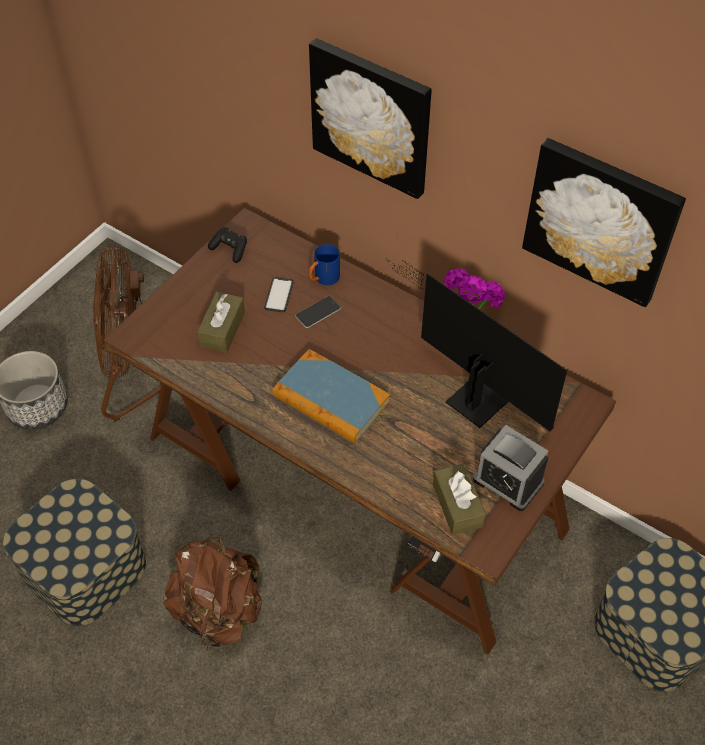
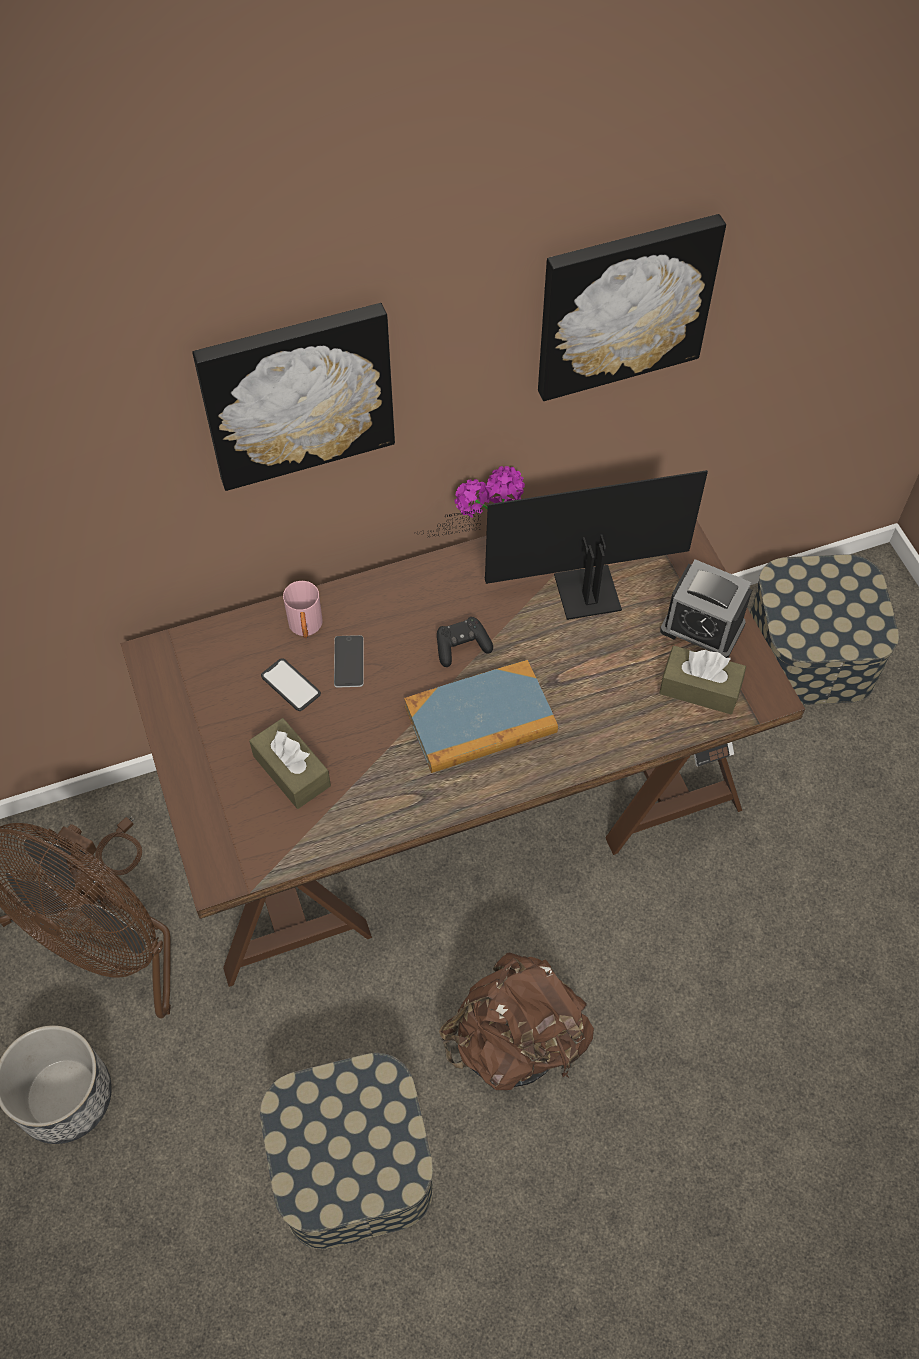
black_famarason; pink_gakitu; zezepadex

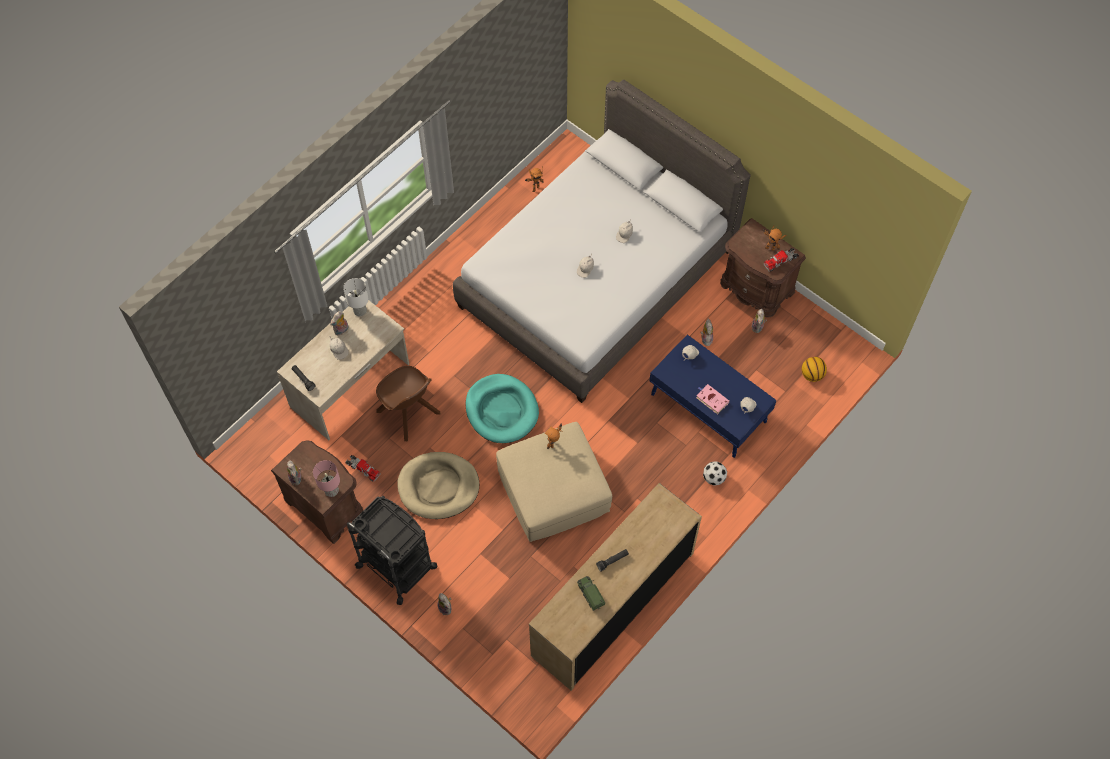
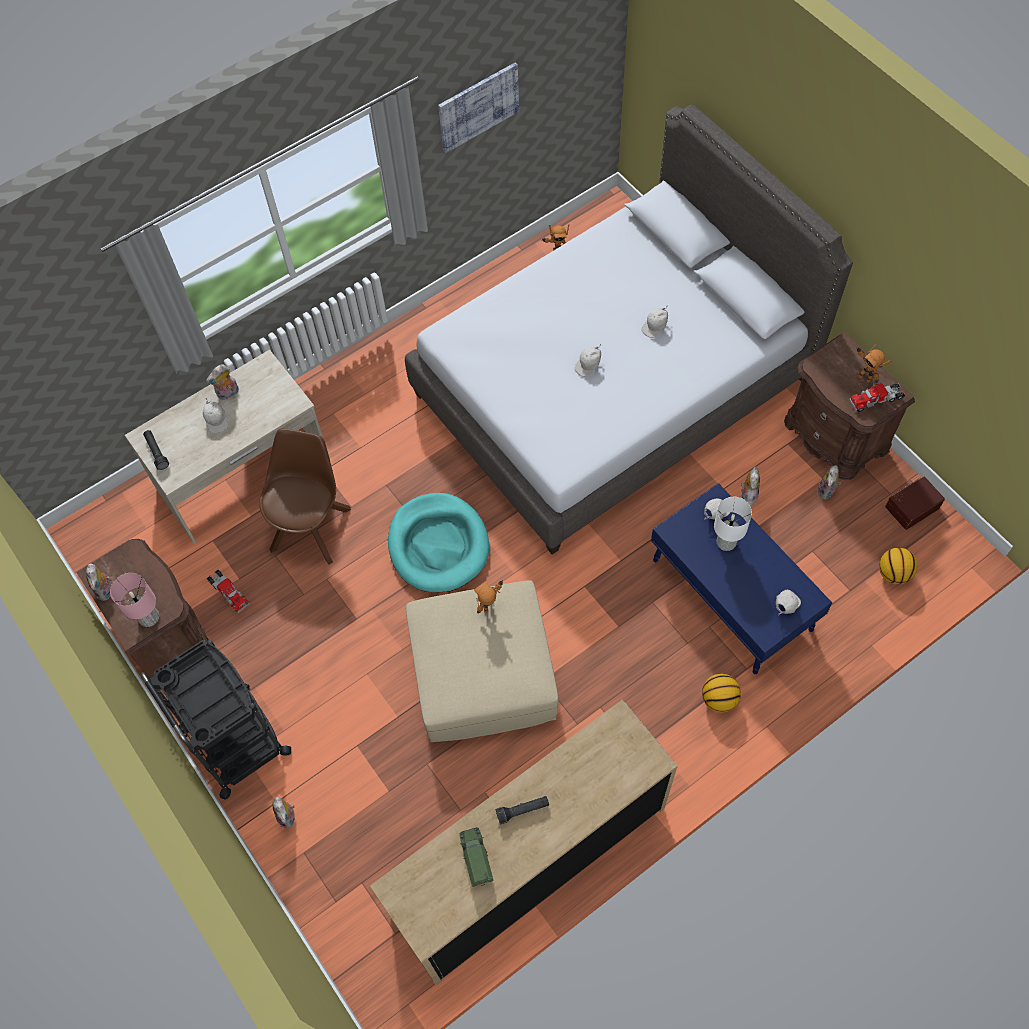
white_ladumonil; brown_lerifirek; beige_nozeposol; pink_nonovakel; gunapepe (no. 1 from left); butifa; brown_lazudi

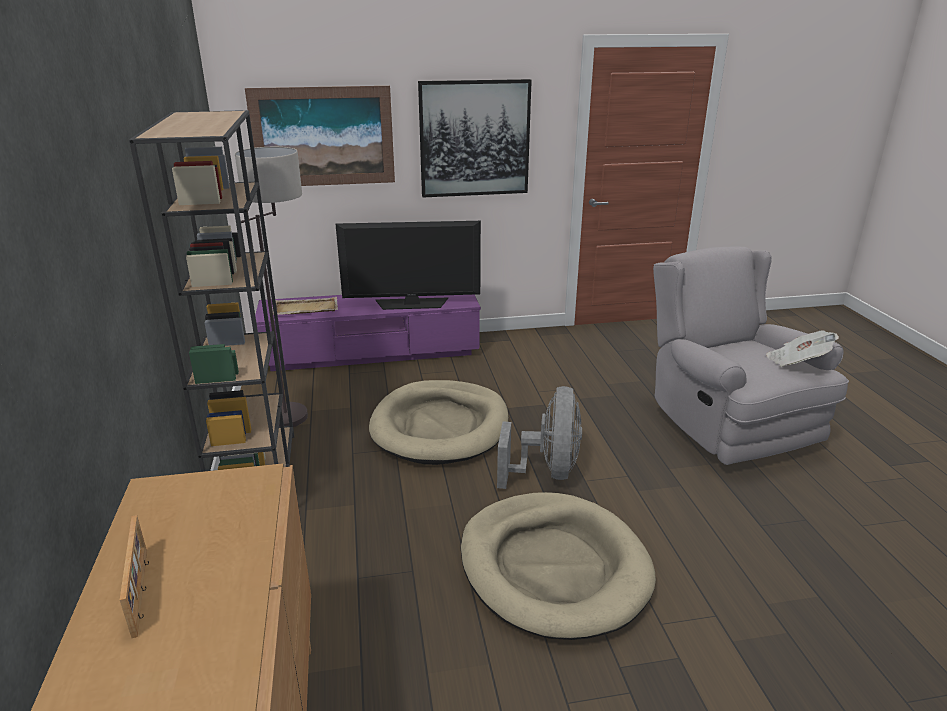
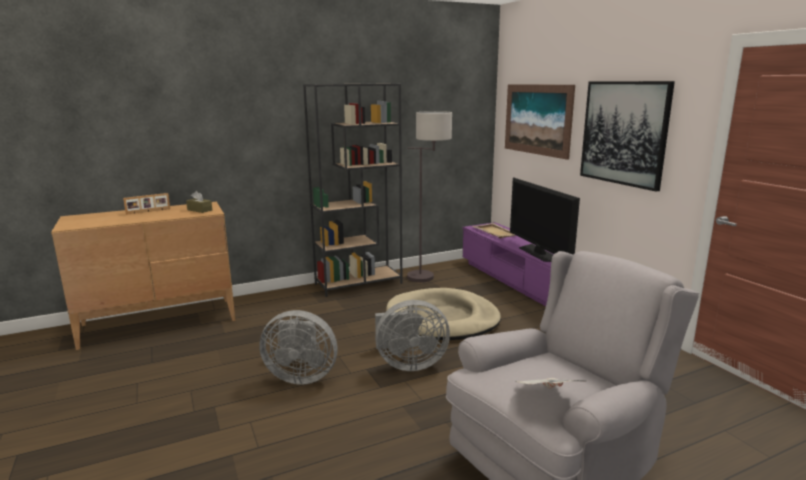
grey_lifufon (no. 1 from left); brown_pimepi

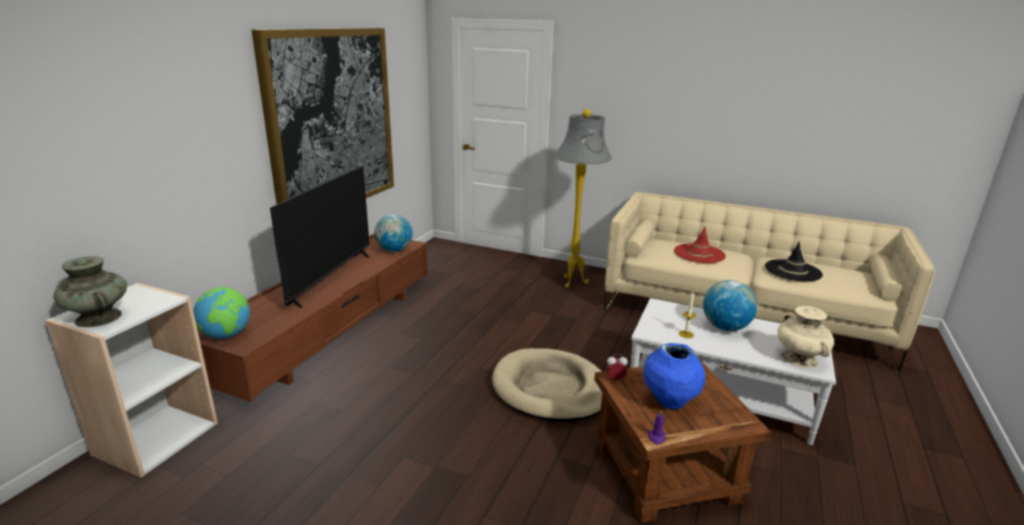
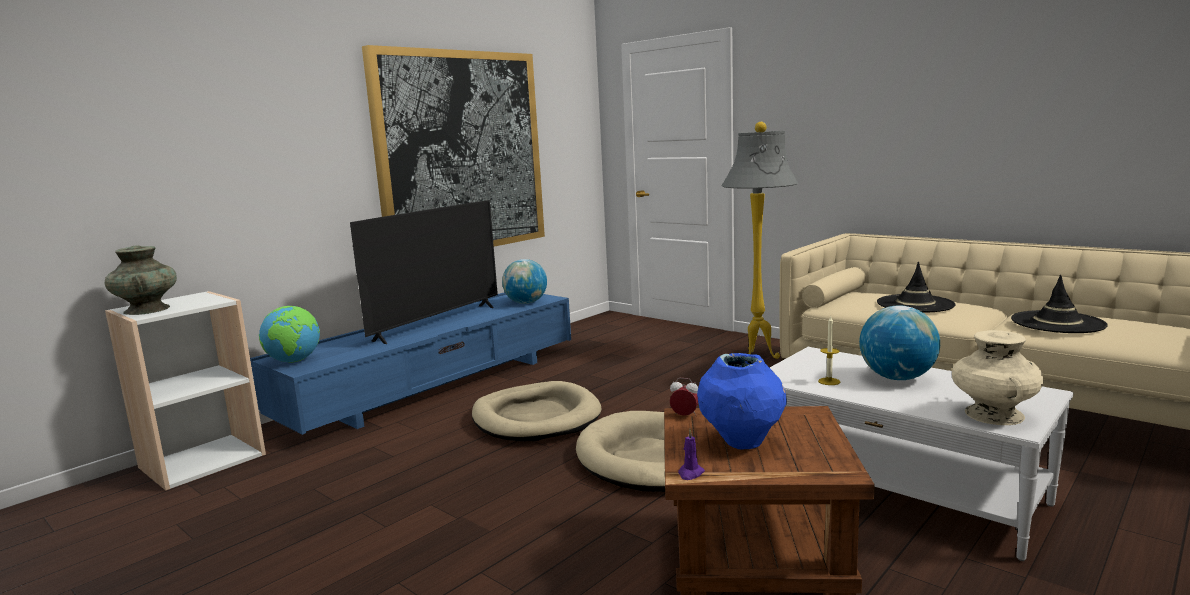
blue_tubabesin; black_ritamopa (no. 1 from left); beige_nozeposol (no. 1 from left)

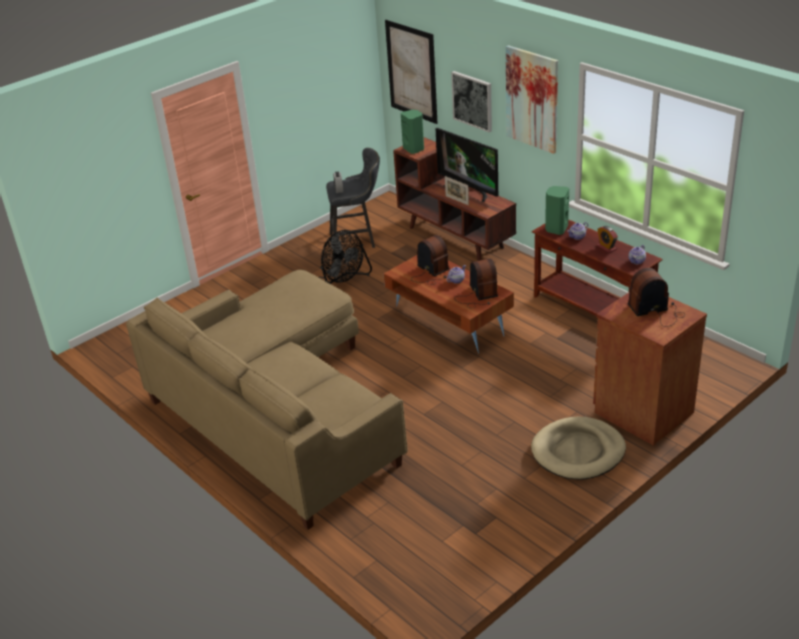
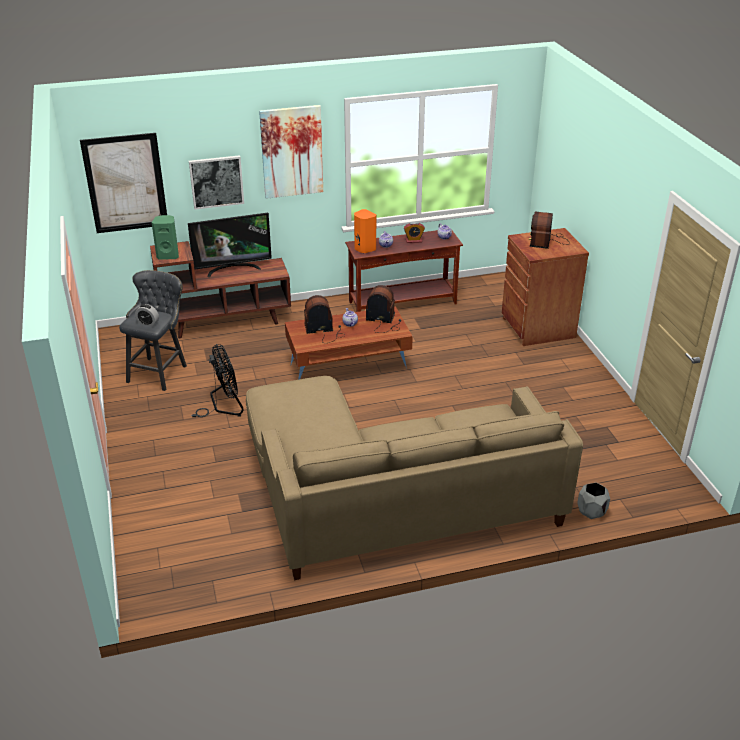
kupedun; beige_nozeposol; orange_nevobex; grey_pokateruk

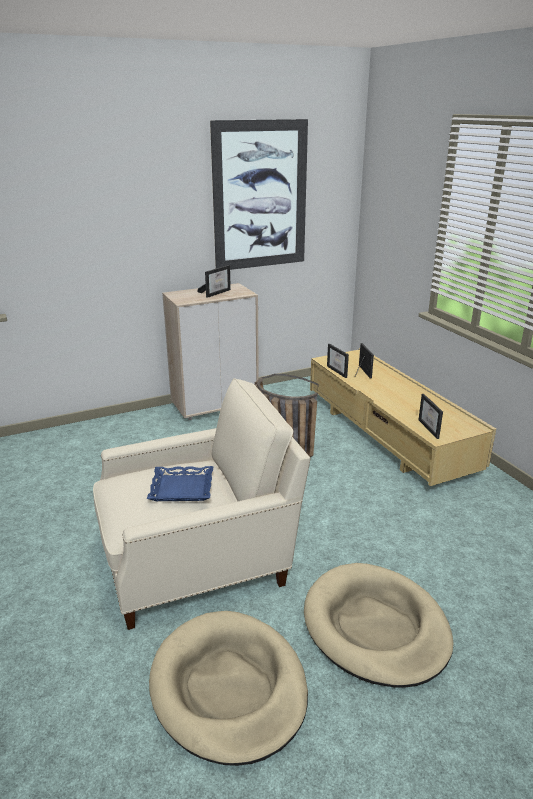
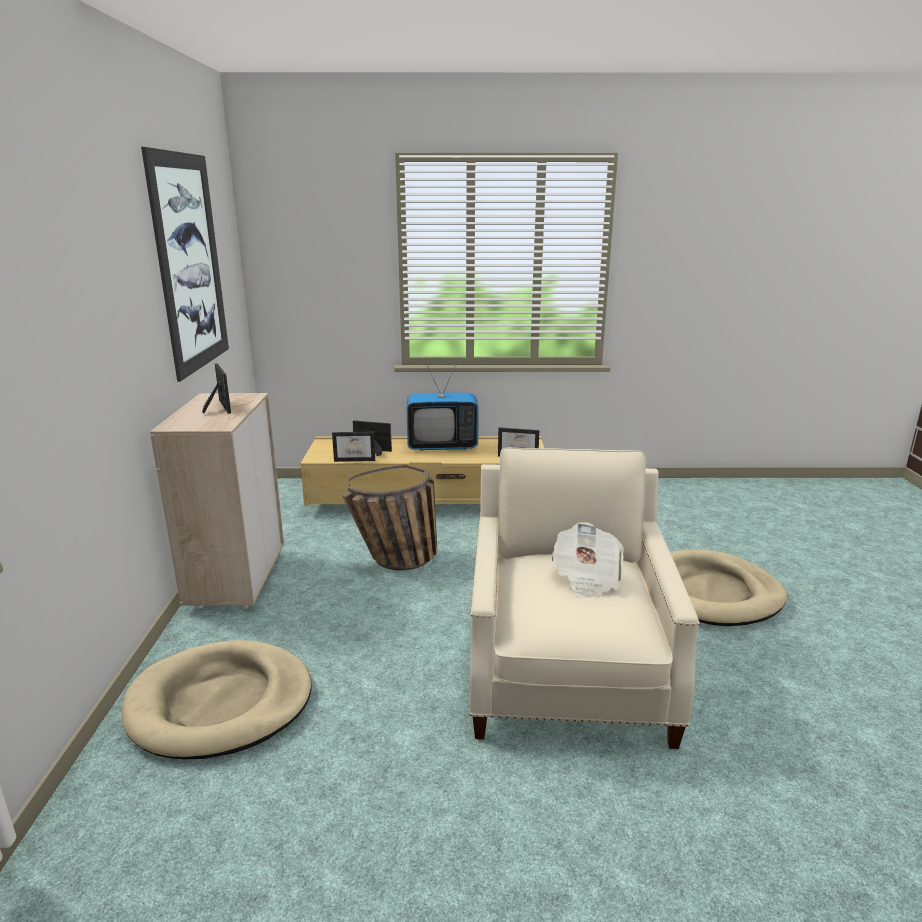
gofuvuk; beige_nozeposol (no. 1 from left); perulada

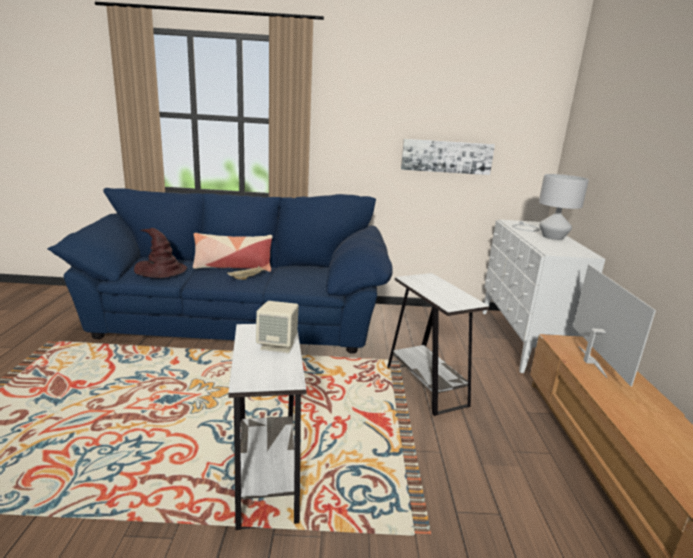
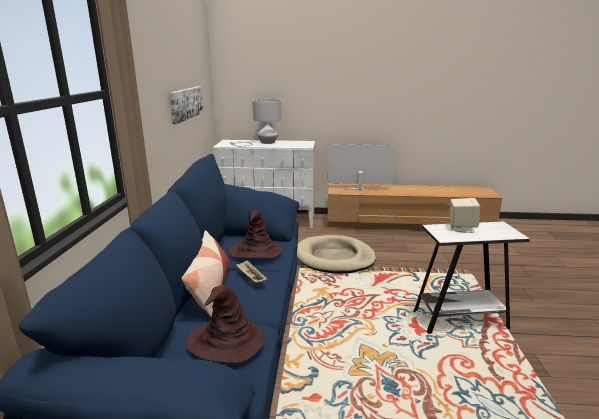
beige_nozeposol; brown_ritamopa (no. 2 from left)

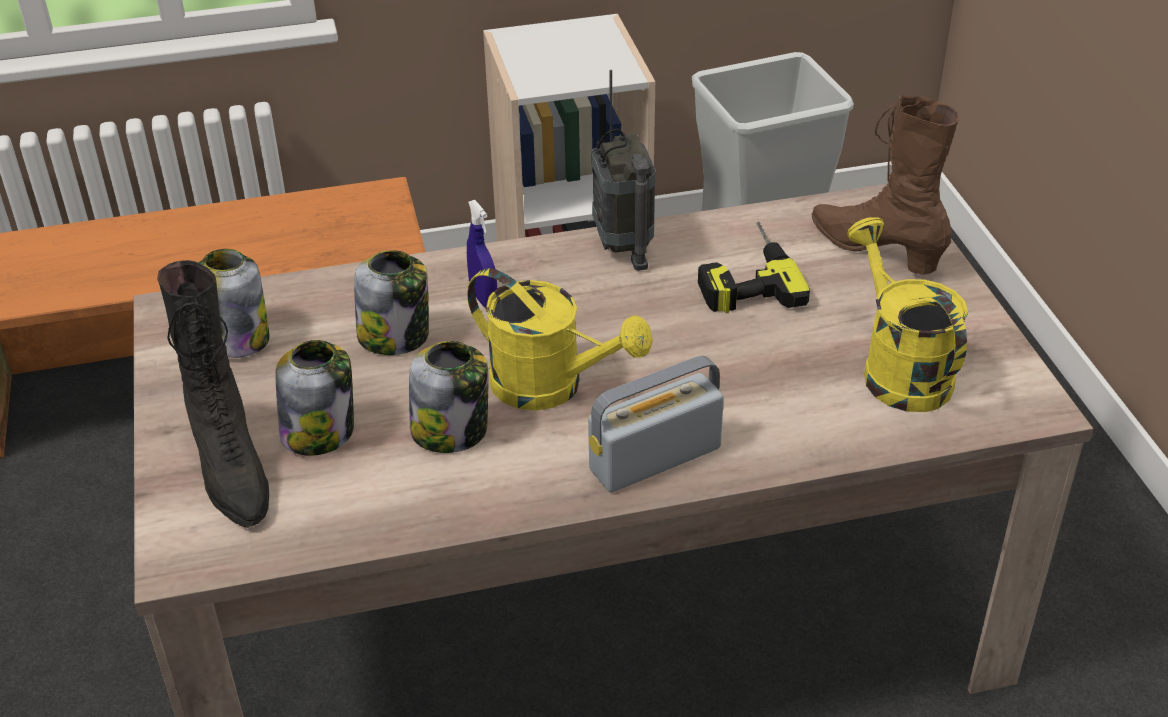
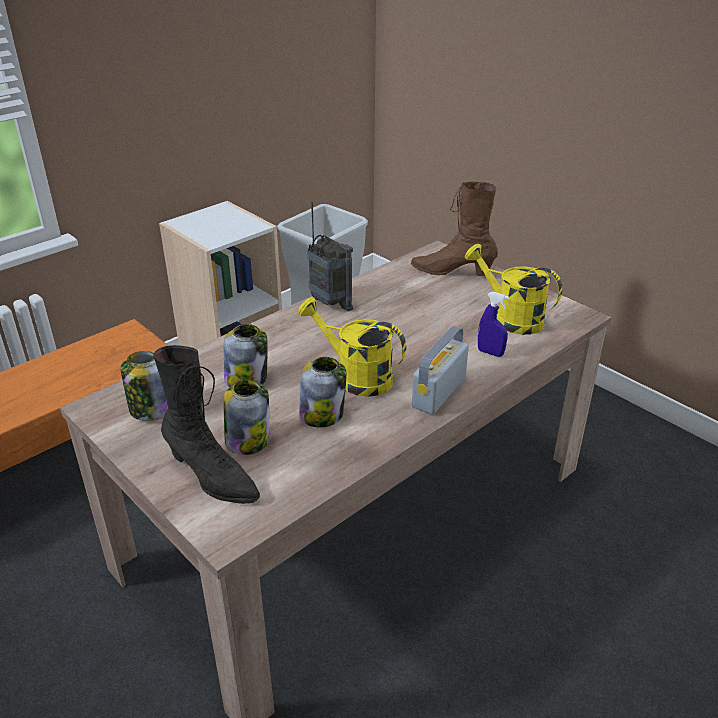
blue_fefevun; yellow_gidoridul (no. 1 from left); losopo

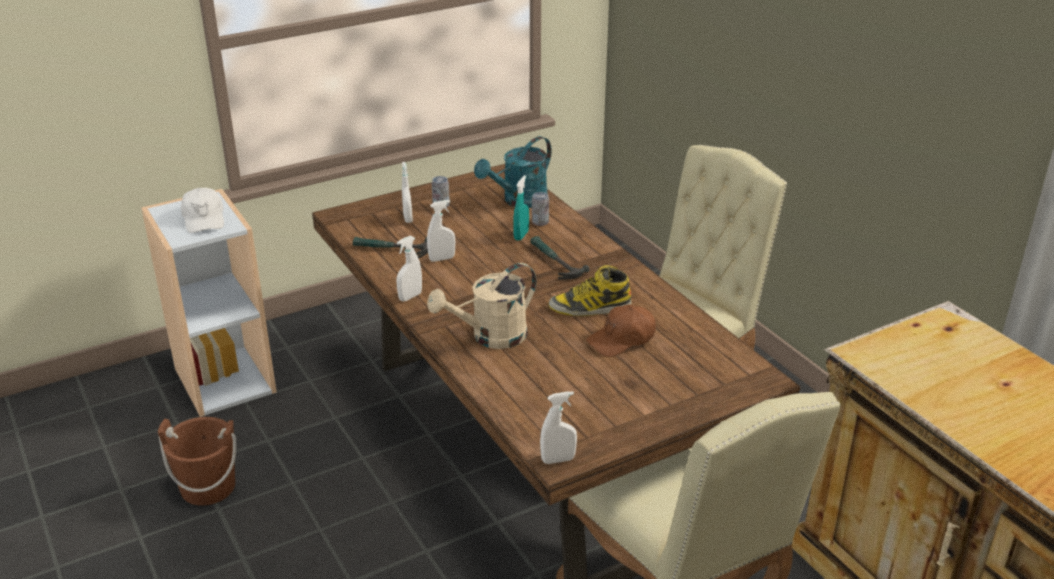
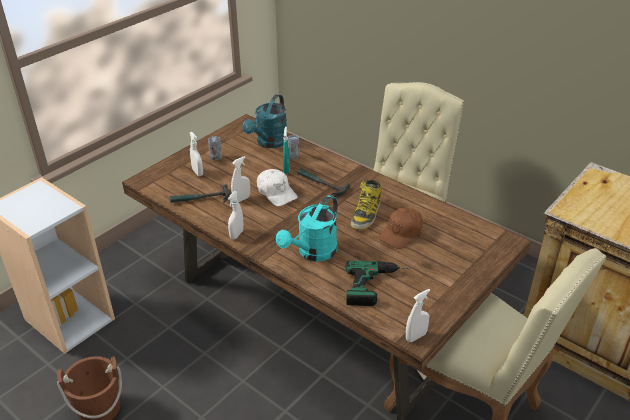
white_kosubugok; turquoise_gidoridul (no. 2 from left); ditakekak; losopo

